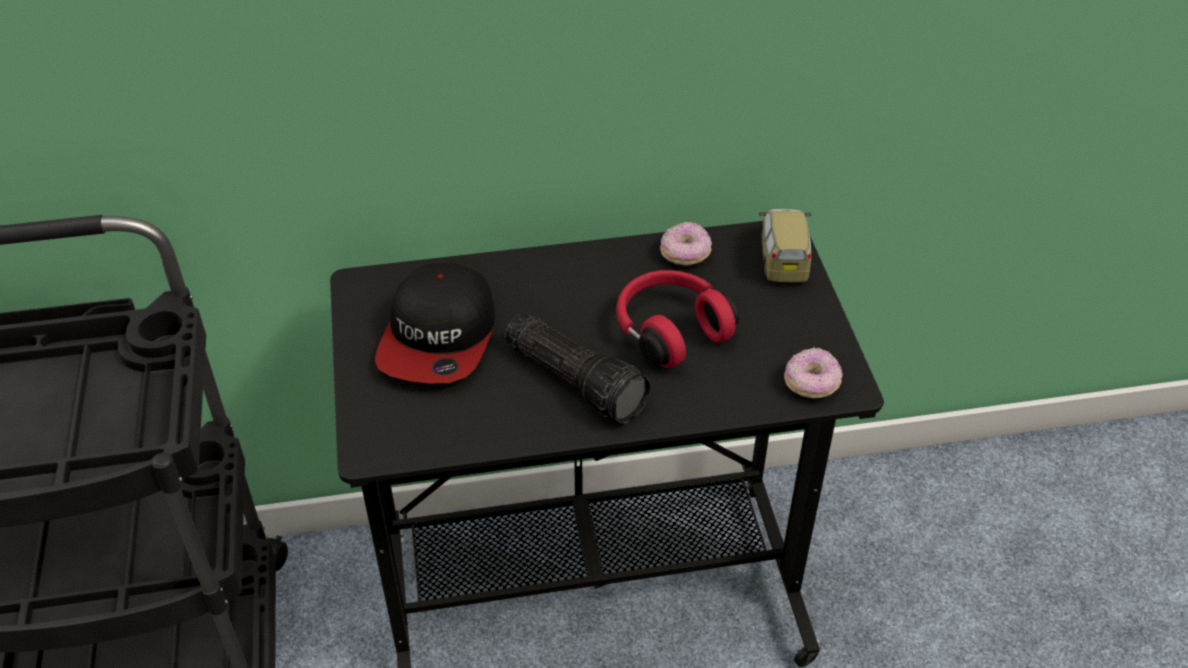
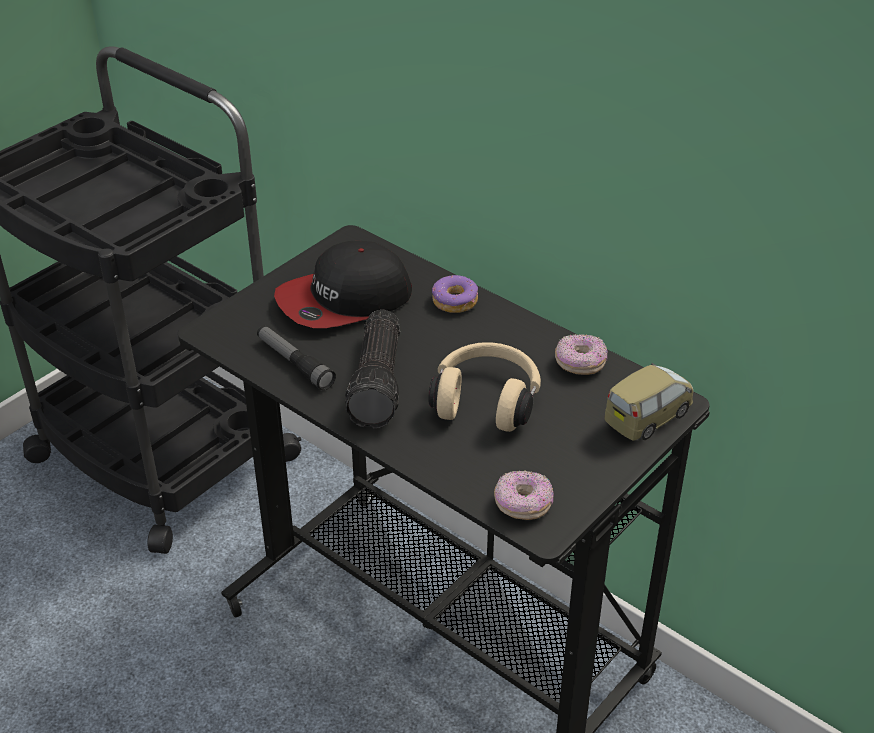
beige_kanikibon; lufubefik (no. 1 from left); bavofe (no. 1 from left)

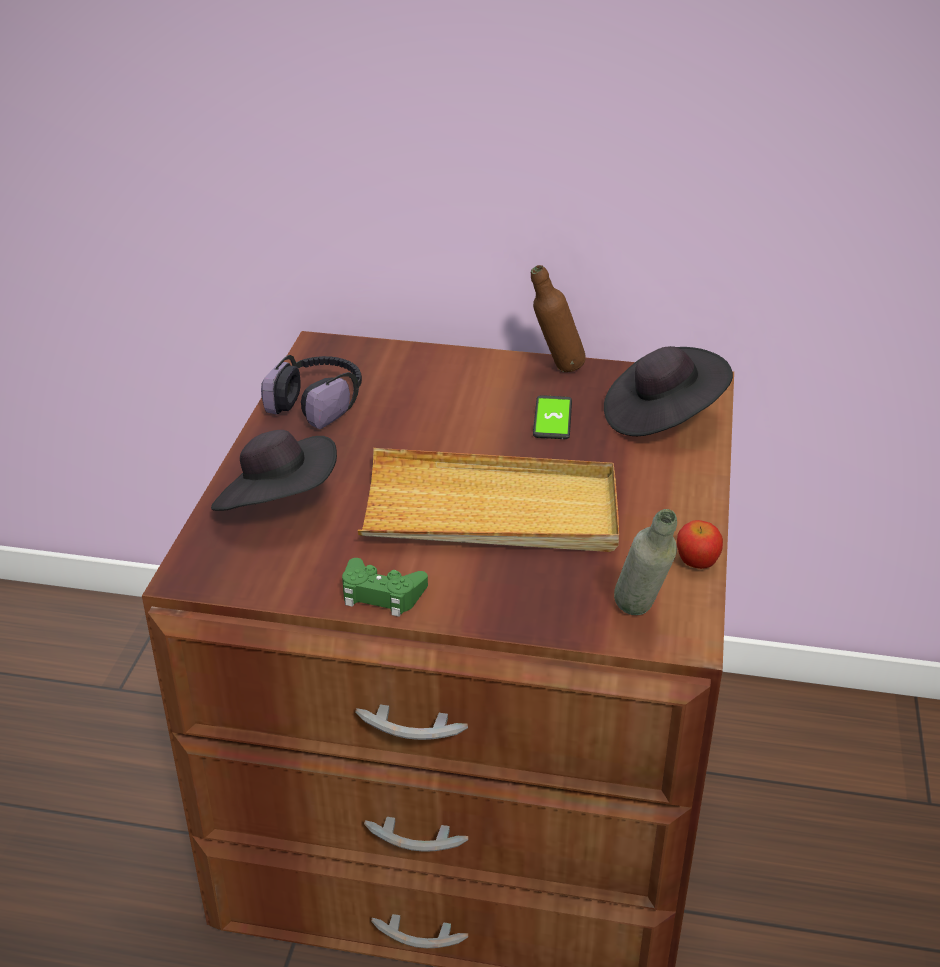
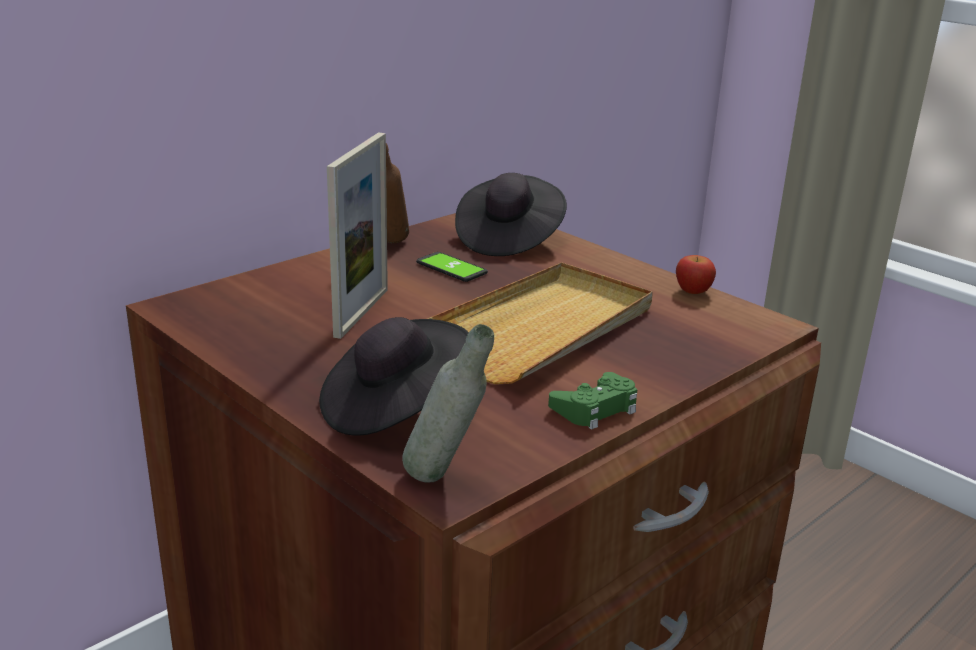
kanikibon; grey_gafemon; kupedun

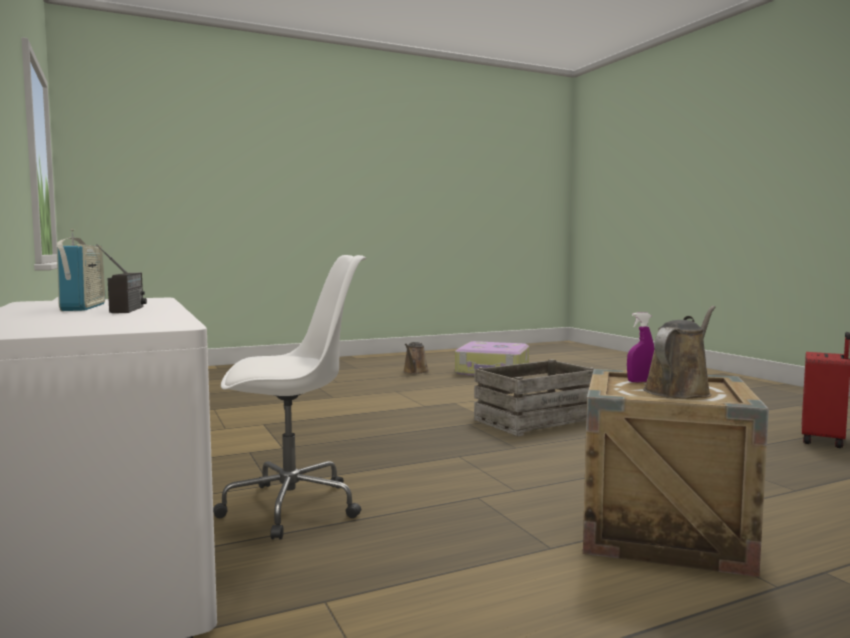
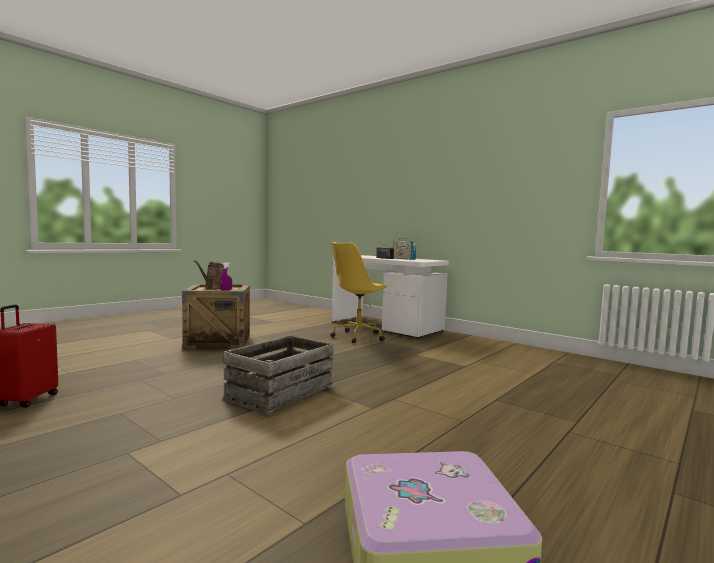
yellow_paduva; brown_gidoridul (no. 1 from left in the first image)

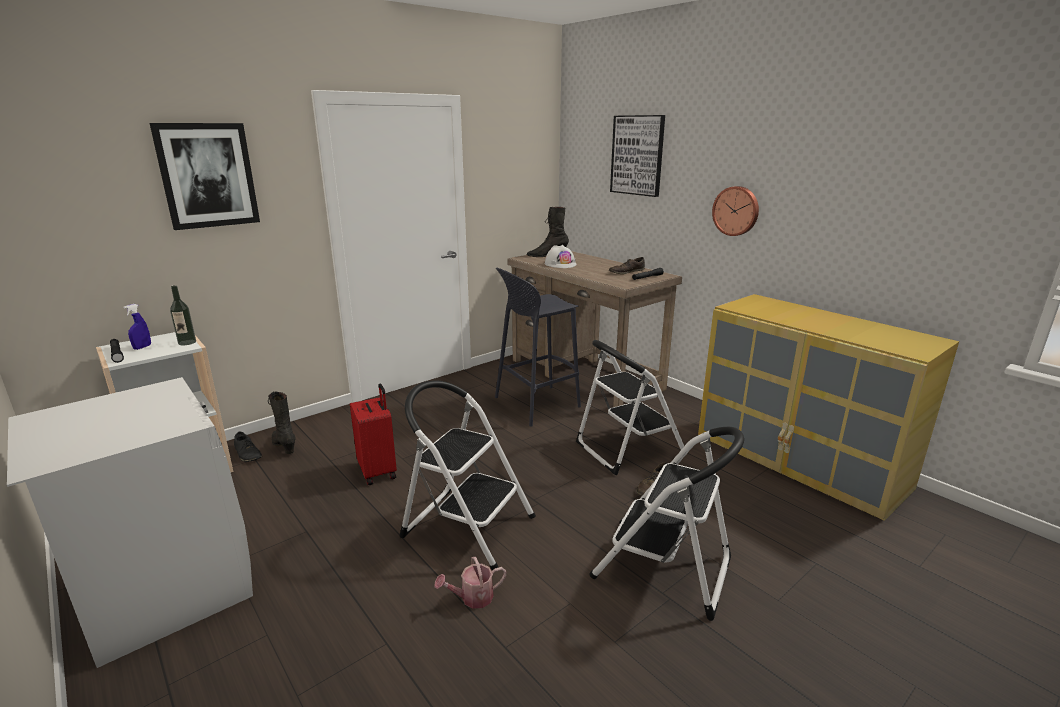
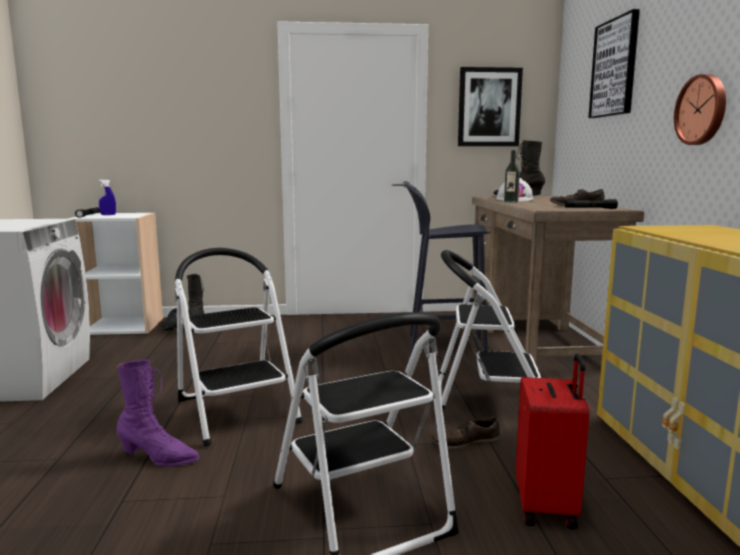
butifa (no. 1 from left); gafemon; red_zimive; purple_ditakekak

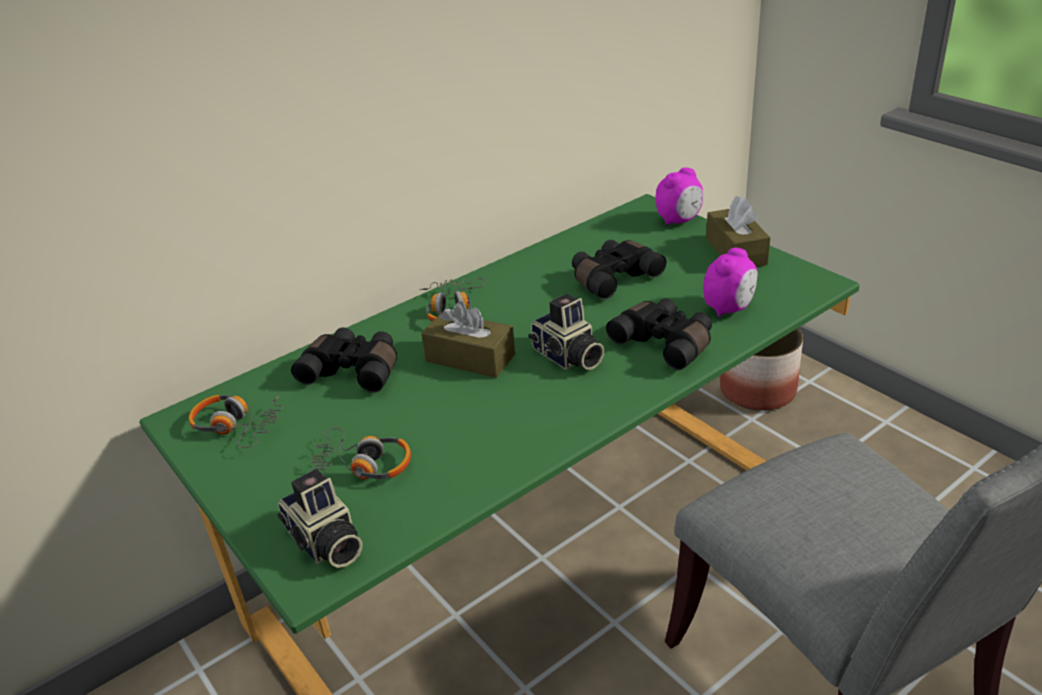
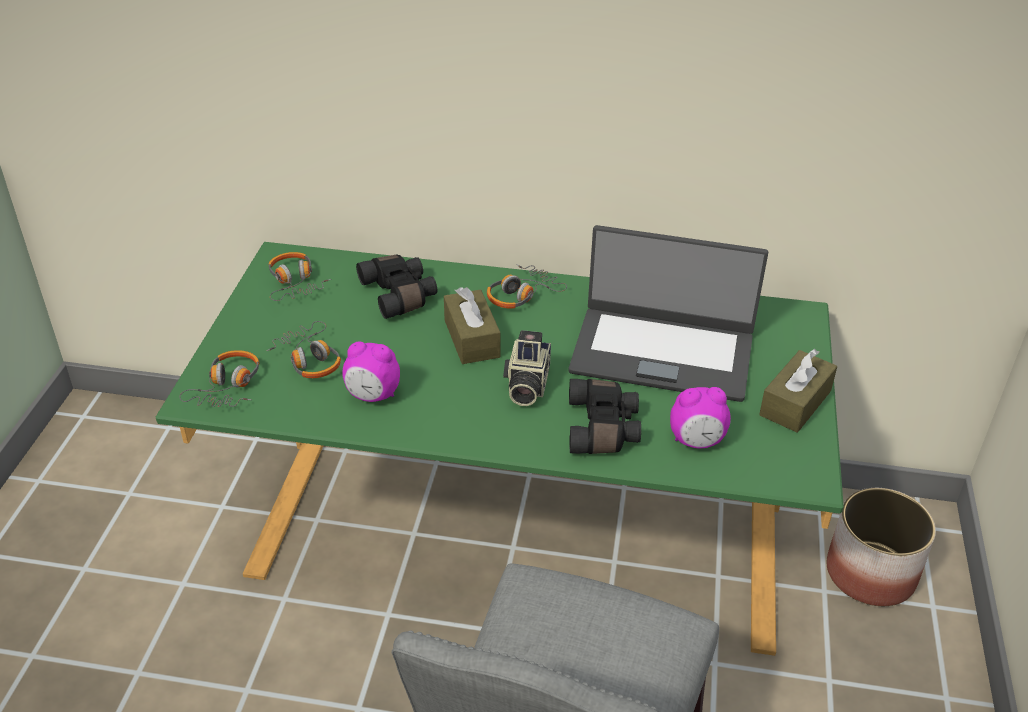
kanikibon (no. 1 from left); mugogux; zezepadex (no. 1 from left)

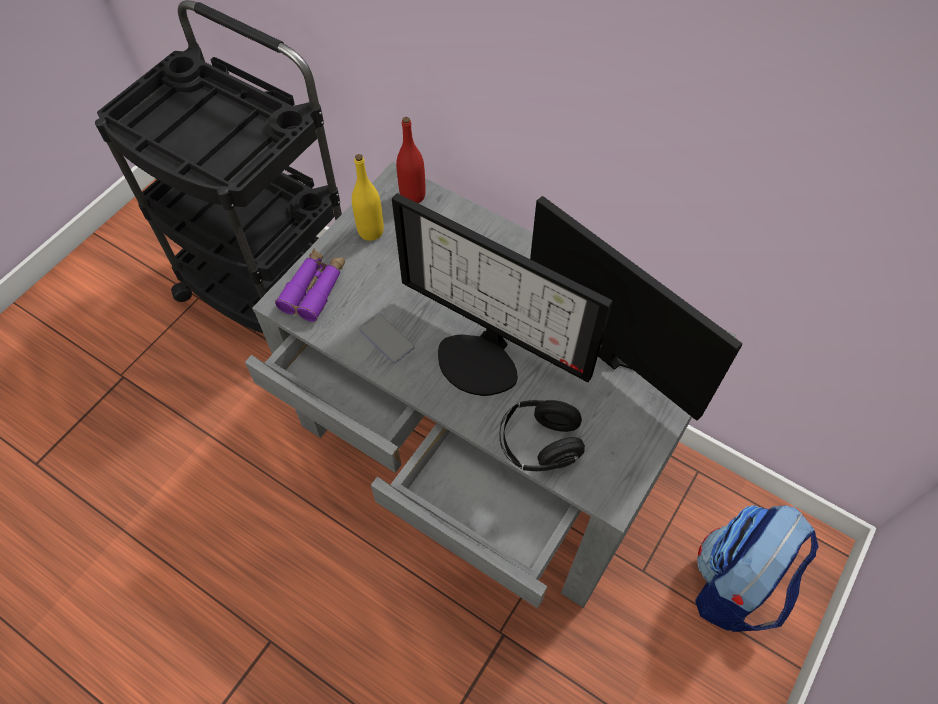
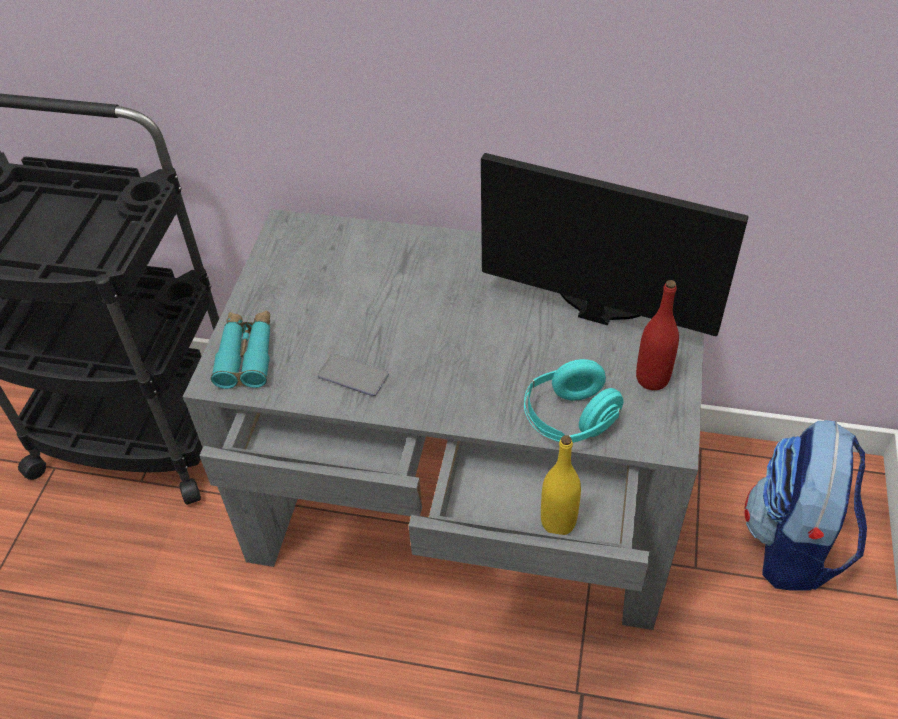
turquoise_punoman; yellow_gafemon; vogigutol (no. 1 from left in the first image); red_gafemon; turquoise_kanikibon

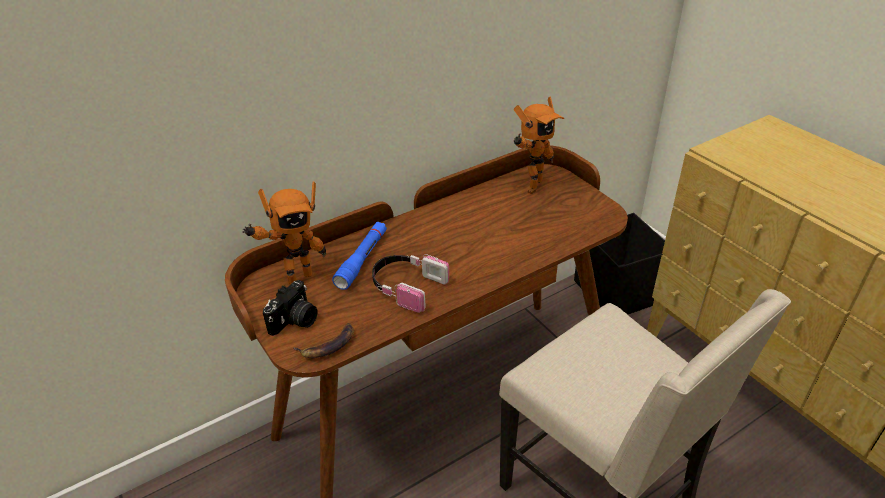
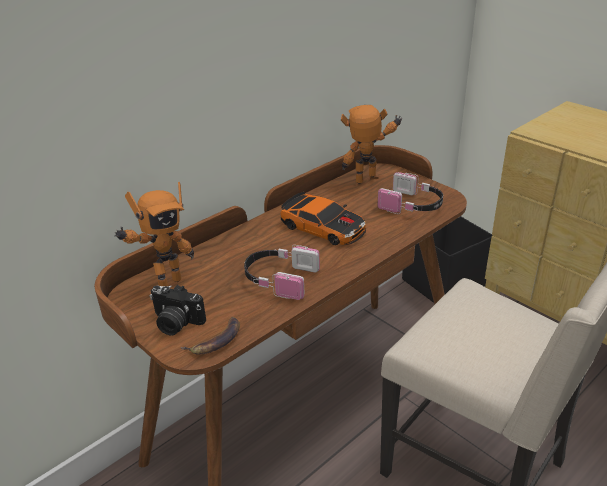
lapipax; blue_lufubefik; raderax (no. 2 from left); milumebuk; kanikibon (no. 2 from left)

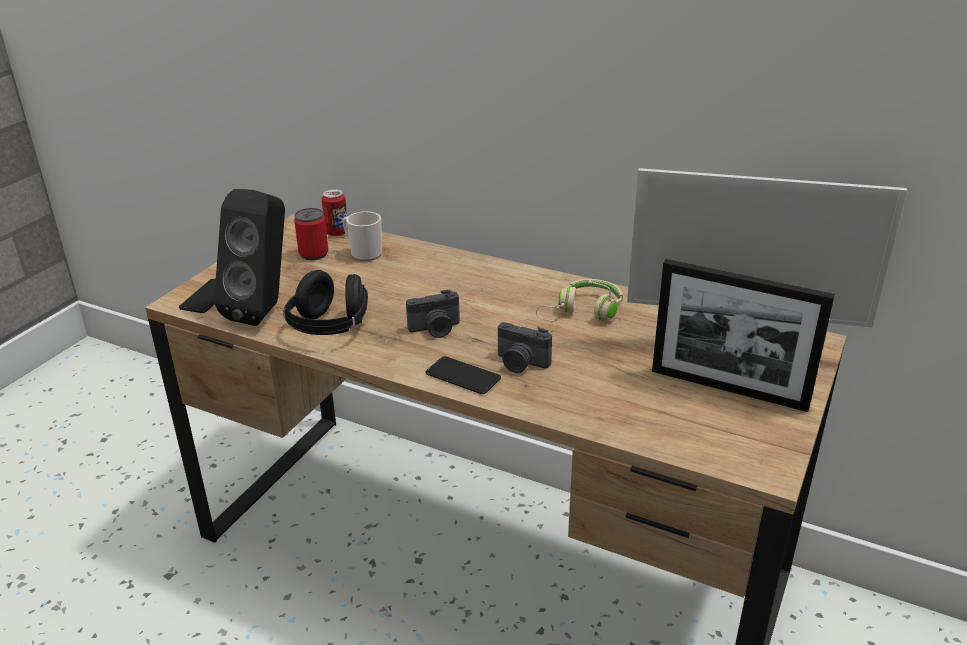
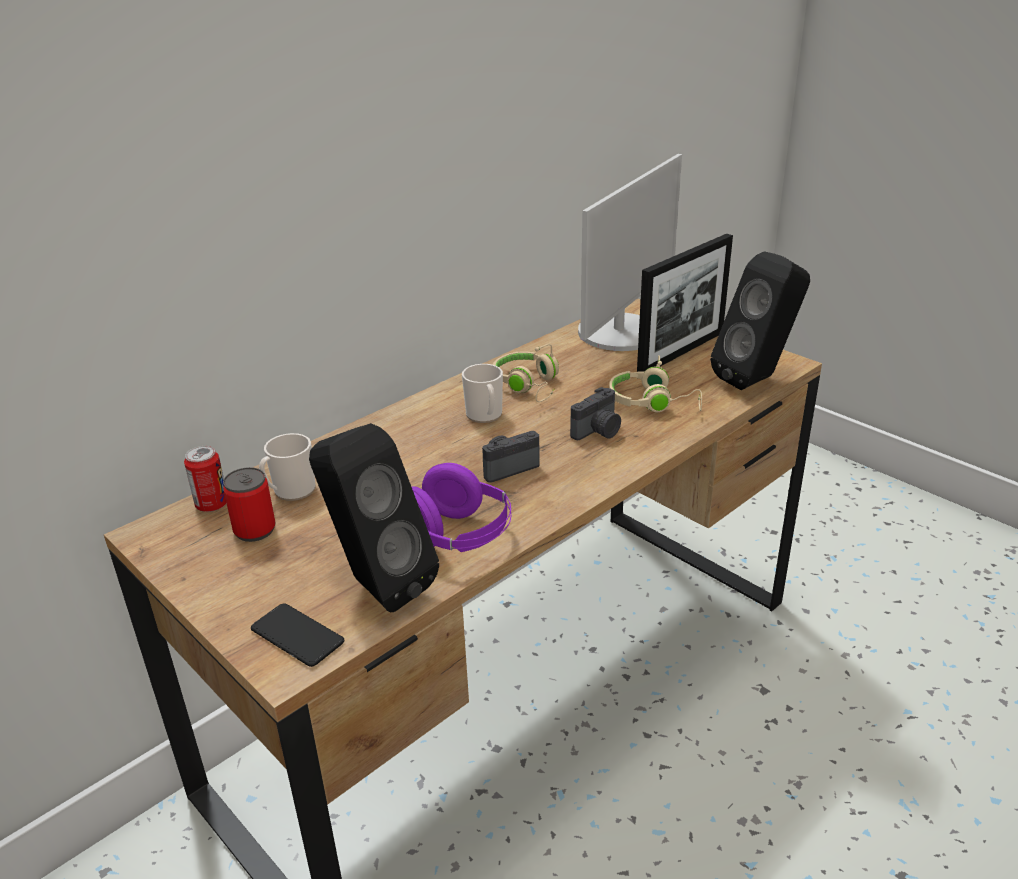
purple_kanikibon; lapipax (no. 1 from left); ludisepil (no. 2 from left in the first image); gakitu (no. 2 from left); beige_kanikibon (no. 2 from left); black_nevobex (no. 2 from left)

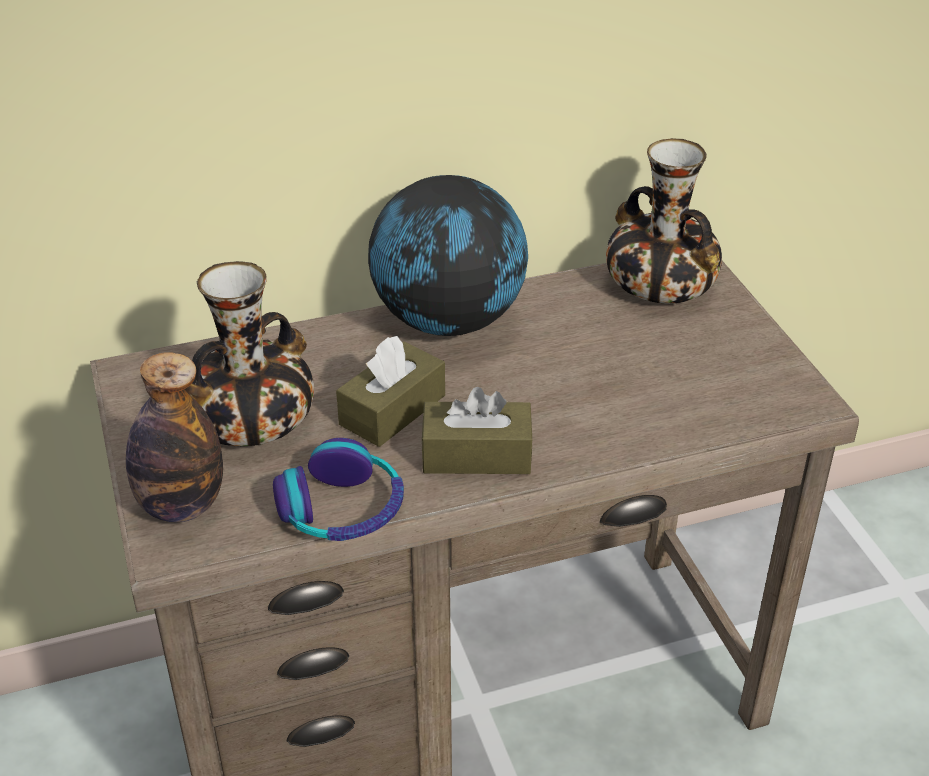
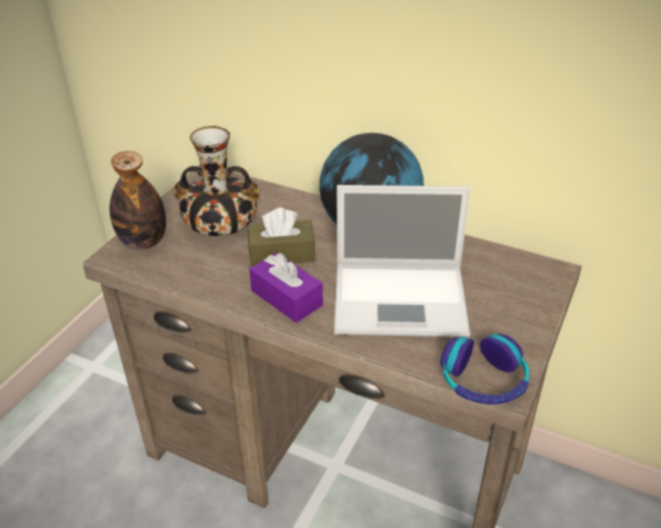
kanikibon; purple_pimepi; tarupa (no. 2 from left in the first image); mugogux

